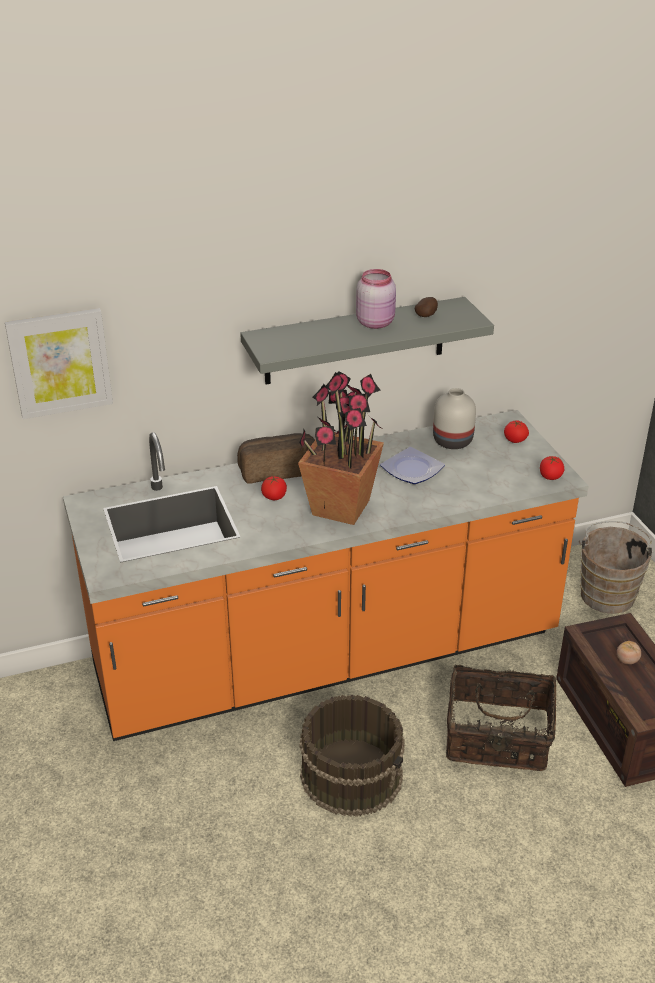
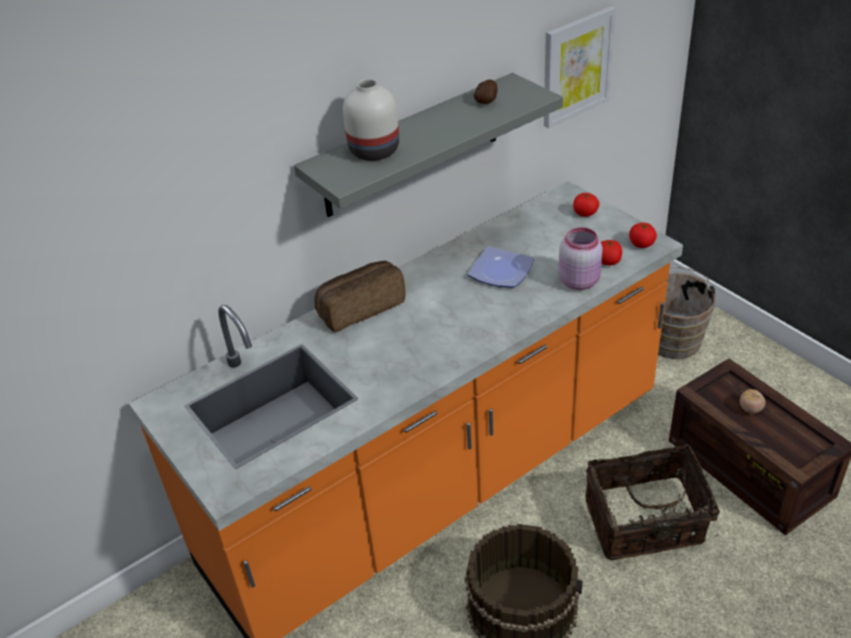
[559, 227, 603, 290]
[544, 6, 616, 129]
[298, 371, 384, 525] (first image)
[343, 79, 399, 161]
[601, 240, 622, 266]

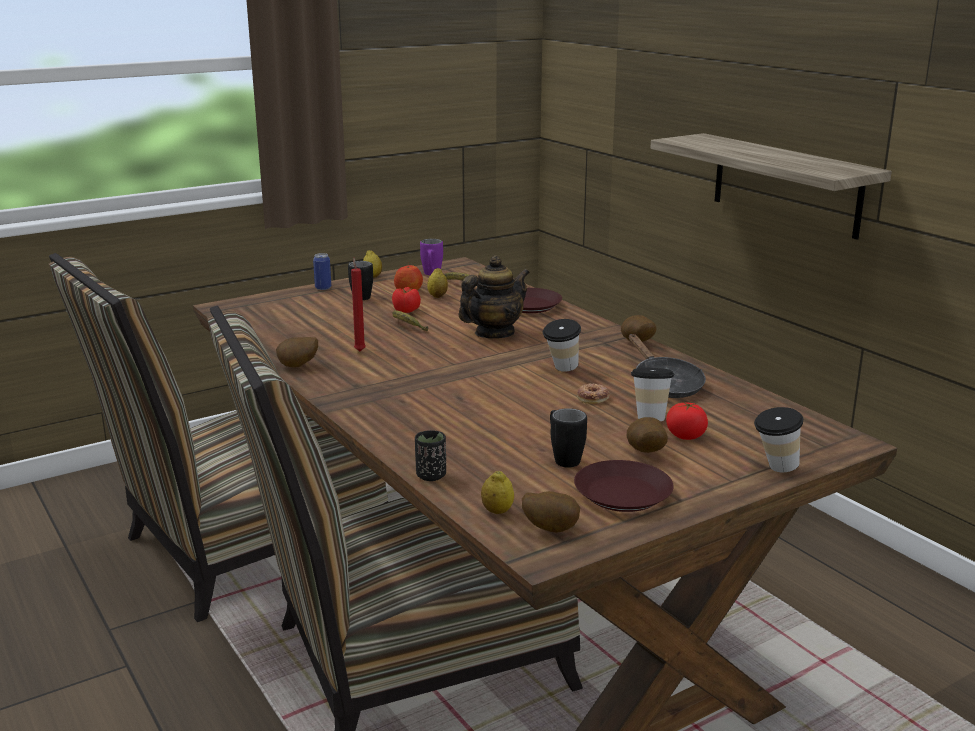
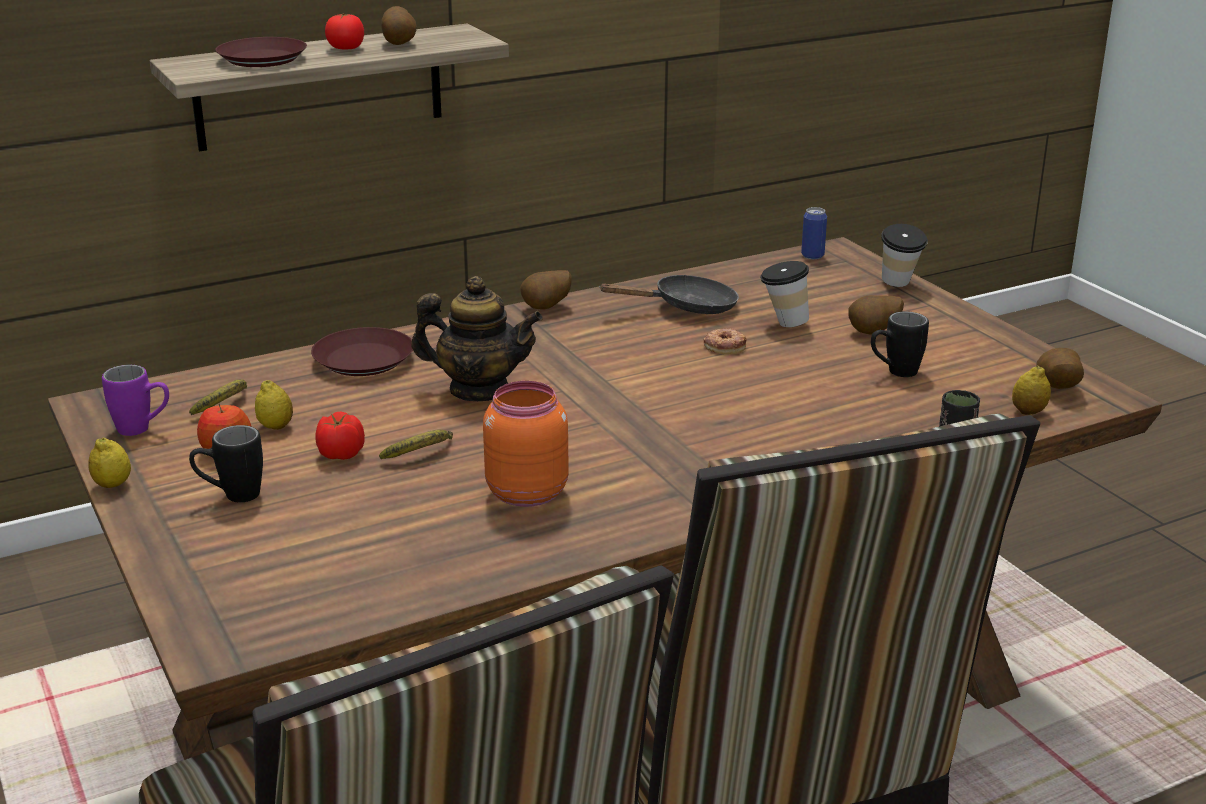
[801, 207, 827, 259]
[411, 276, 543, 401]
[483, 381, 569, 507]
[543, 319, 581, 372] (first image)
[381, 6, 417, 45]
[325, 13, 364, 49]
[215, 37, 307, 67]

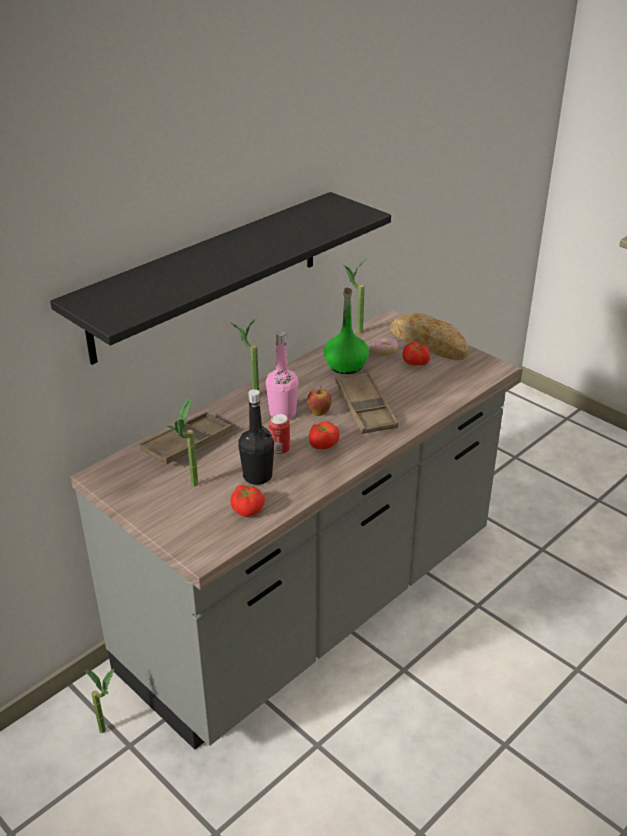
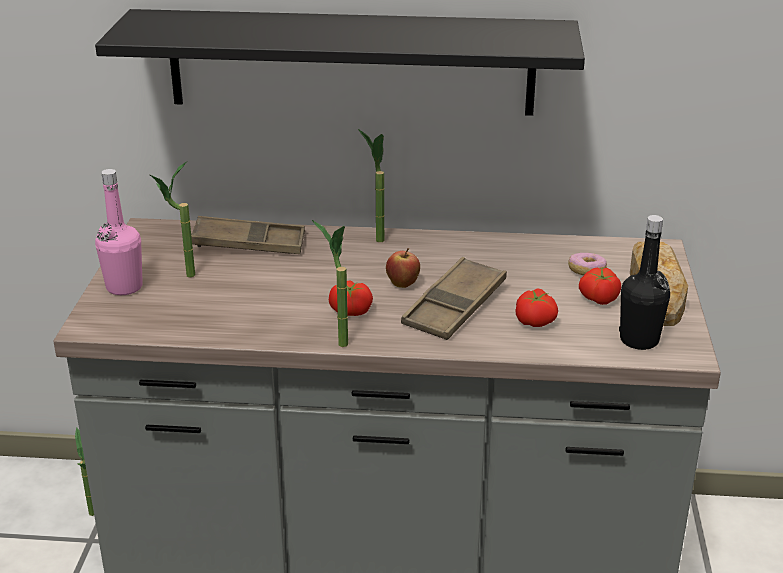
[312, 220, 348, 347]
[324, 288, 369, 374] (first image)
[95, 169, 143, 295]
[619, 215, 670, 350]
[269, 414, 290, 455] (first image)
[515, 289, 558, 327]

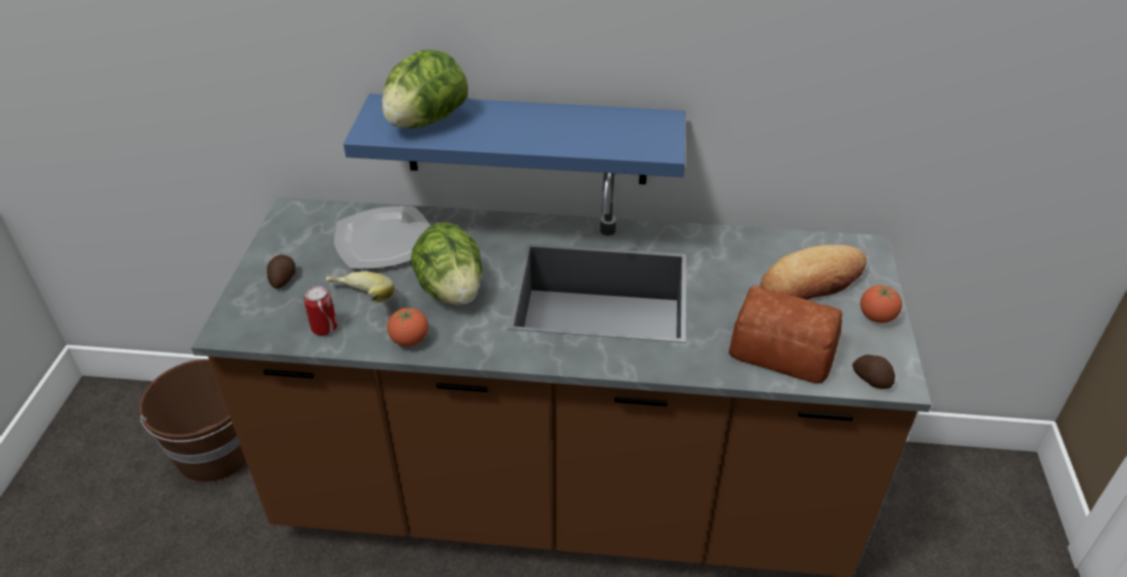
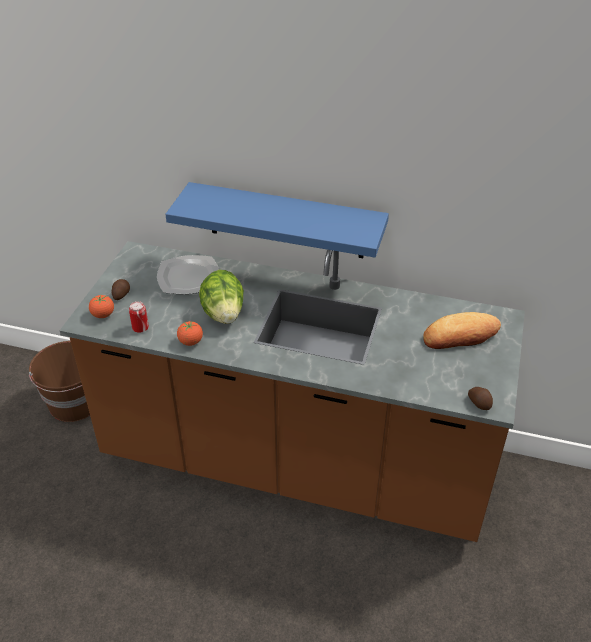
[382, 50, 468, 128] (first image)
[326, 271, 395, 302] (first image)
[728, 285, 843, 383] (first image)
[89, 295, 114, 318]

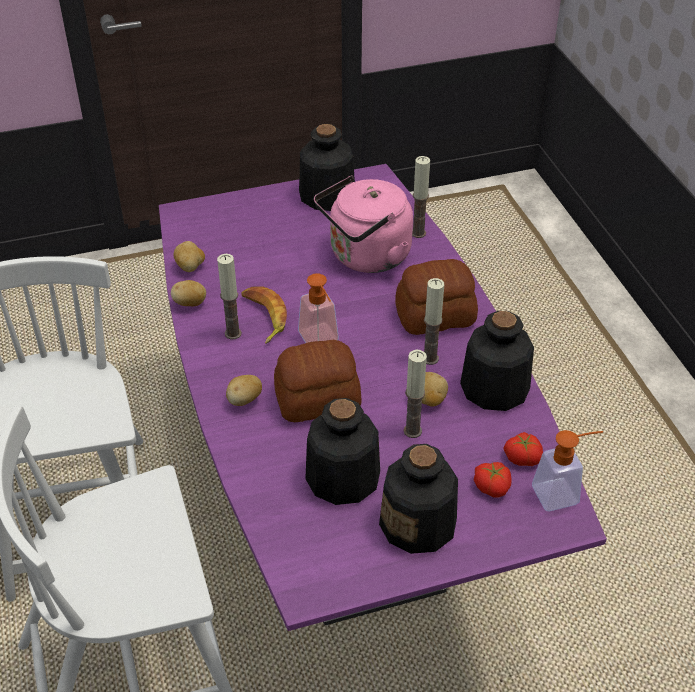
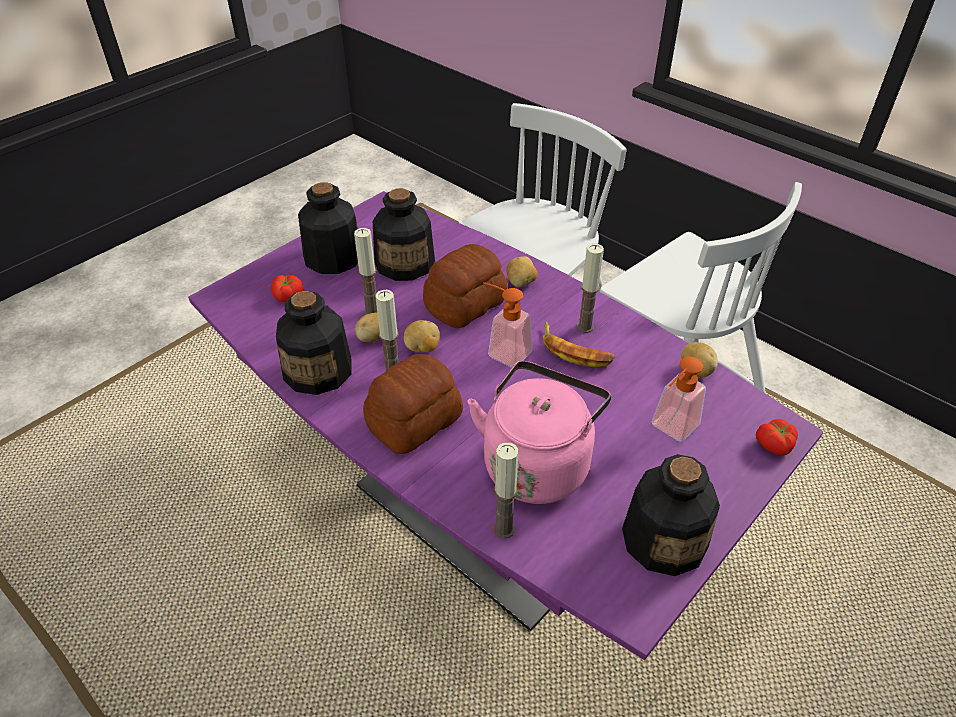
[404, 320, 440, 352]
[652, 357, 706, 442]
[756, 419, 798, 455]

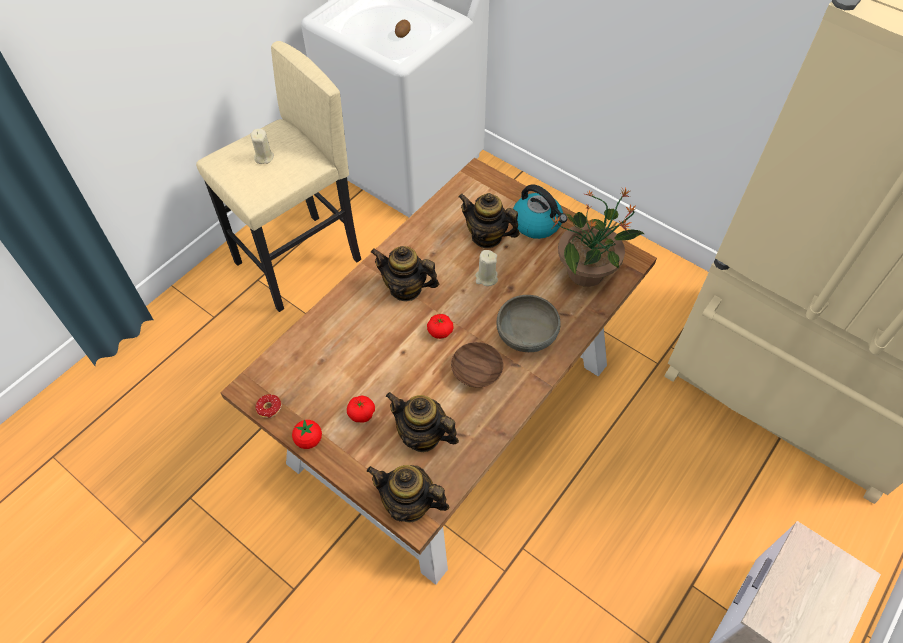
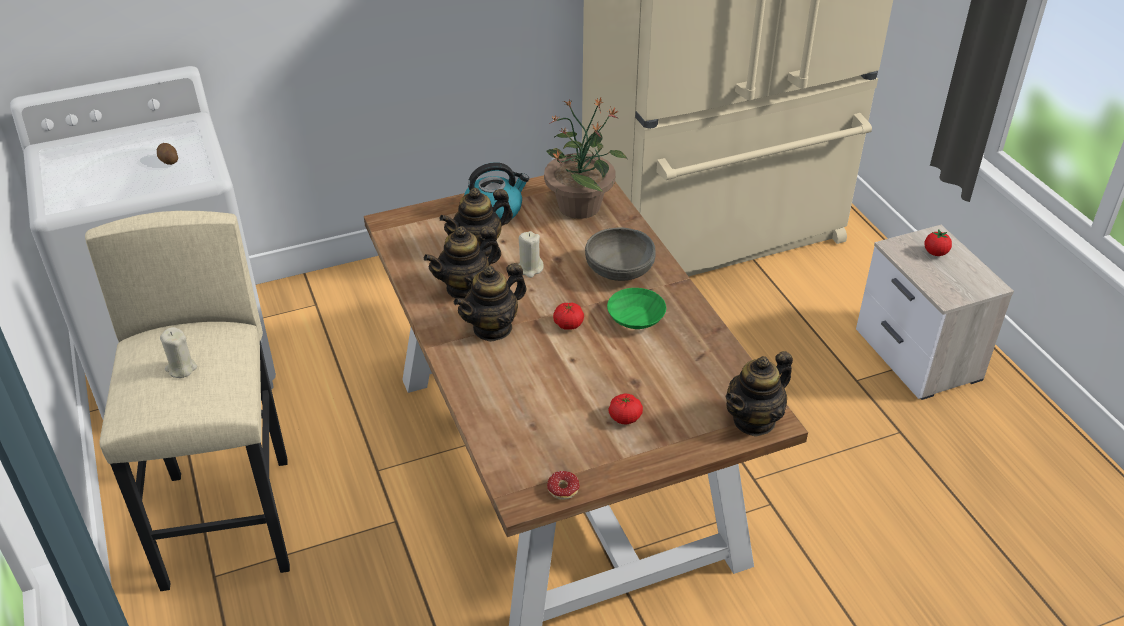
[607, 288, 666, 329]
[424, 226, 501, 300]
[925, 229, 952, 256]

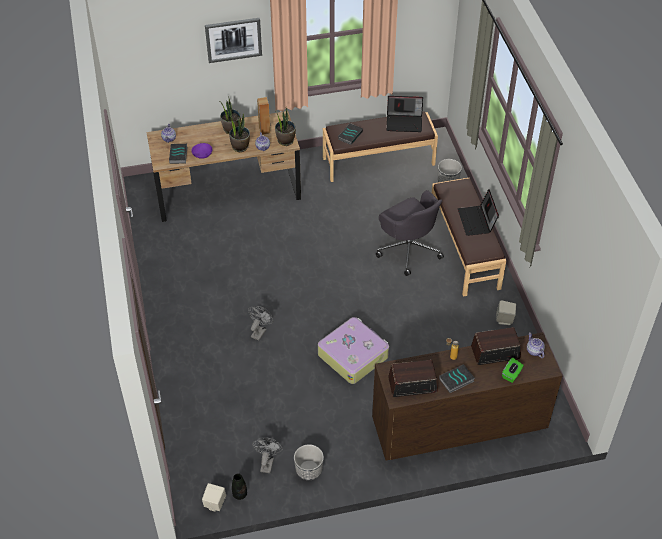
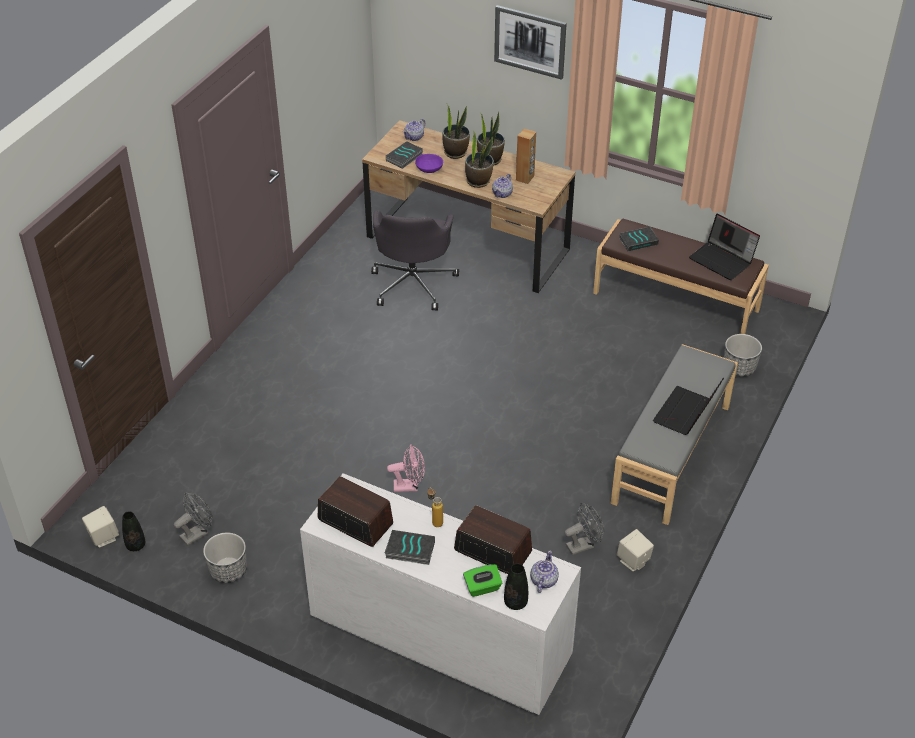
[442, 104, 470, 159]
[611, 344, 738, 525]
[371, 210, 459, 311]
[565, 503, 604, 555]
[387, 444, 425, 492]
[300, 473, 581, 715]
[504, 563, 528, 610]

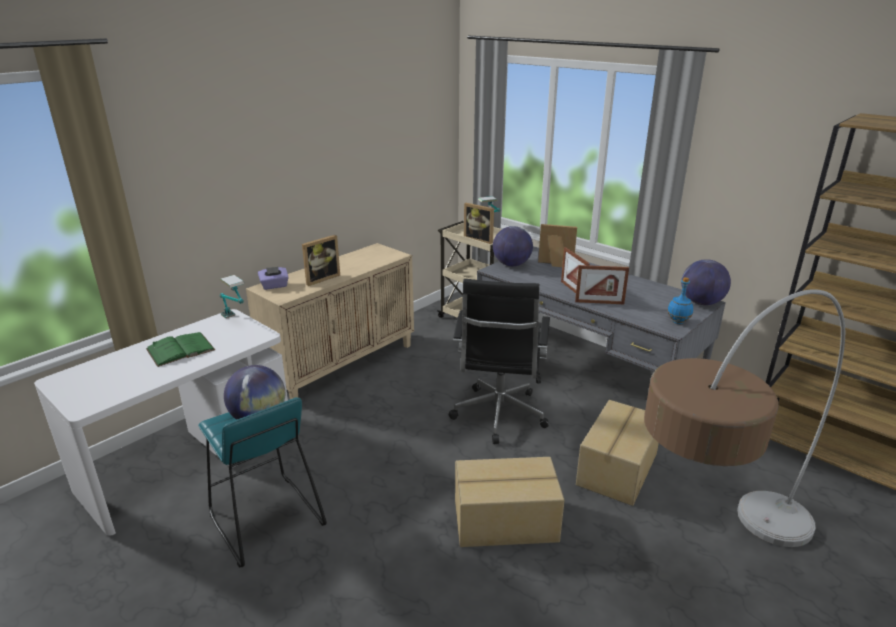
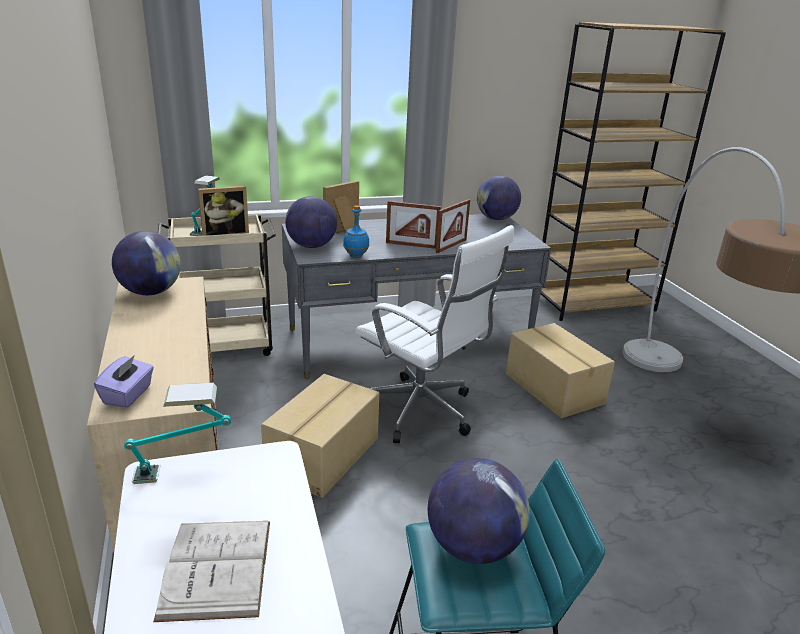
[302, 235, 340, 286] (first image)
[343, 205, 369, 258]
[355, 225, 514, 443]
[153, 521, 270, 622]
[261, 374, 379, 498]
[112, 231, 181, 295]

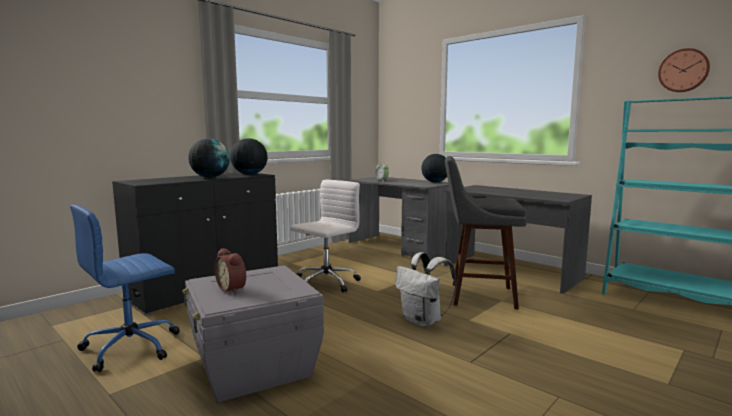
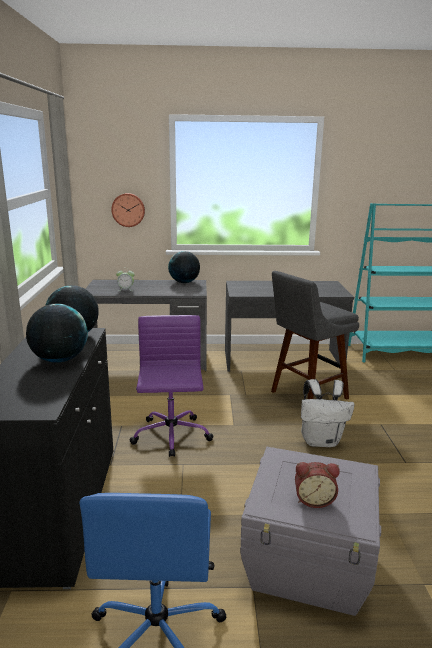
[111, 193, 145, 227]
[129, 315, 213, 457]

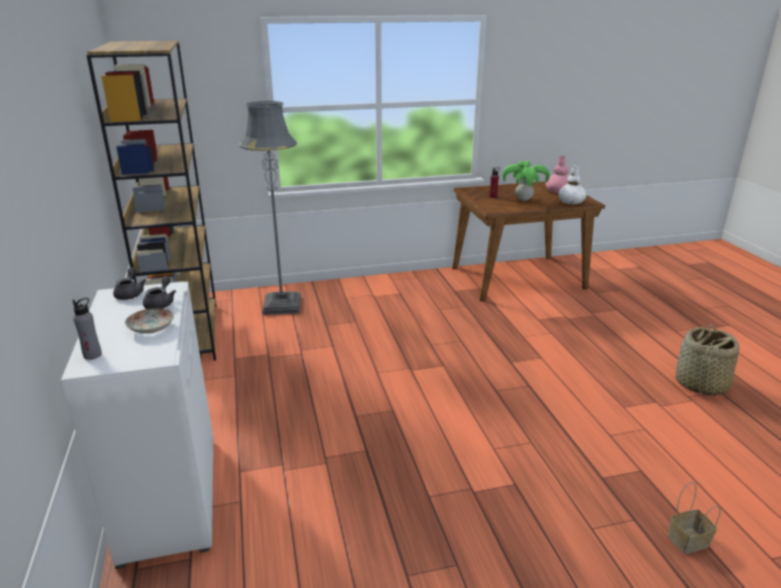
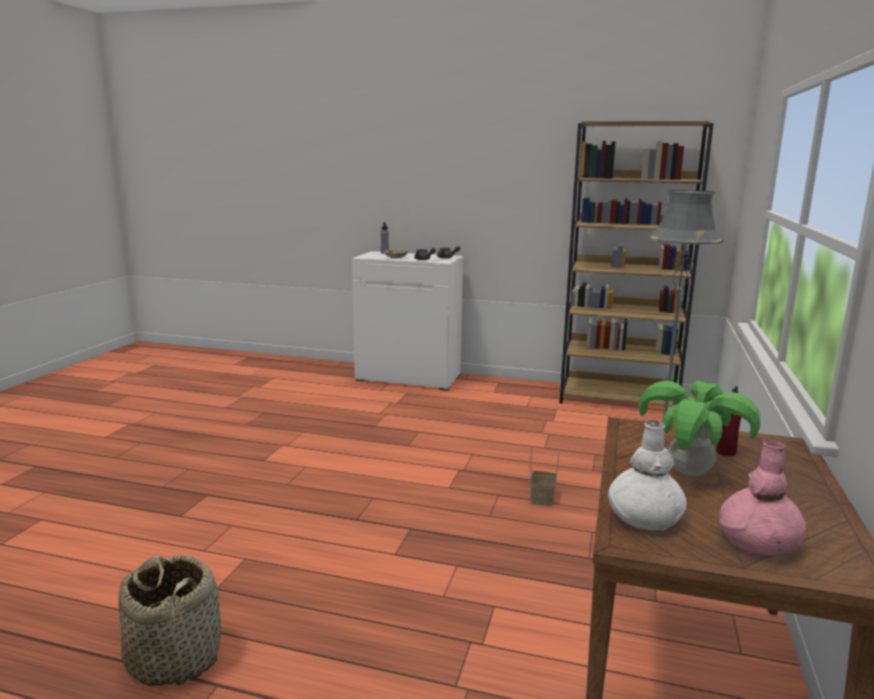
[530, 446, 560, 506]

